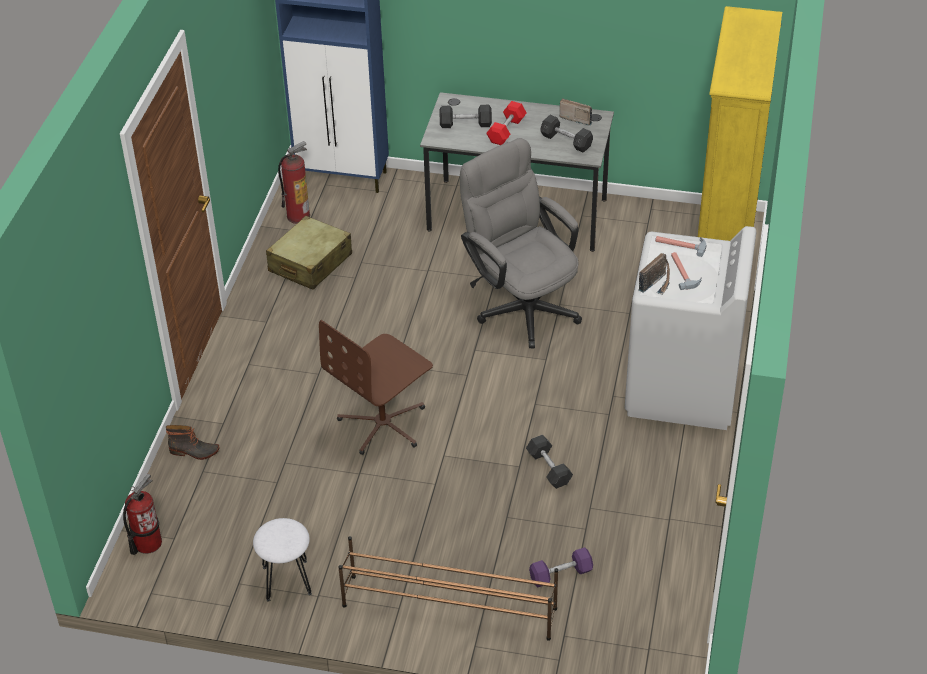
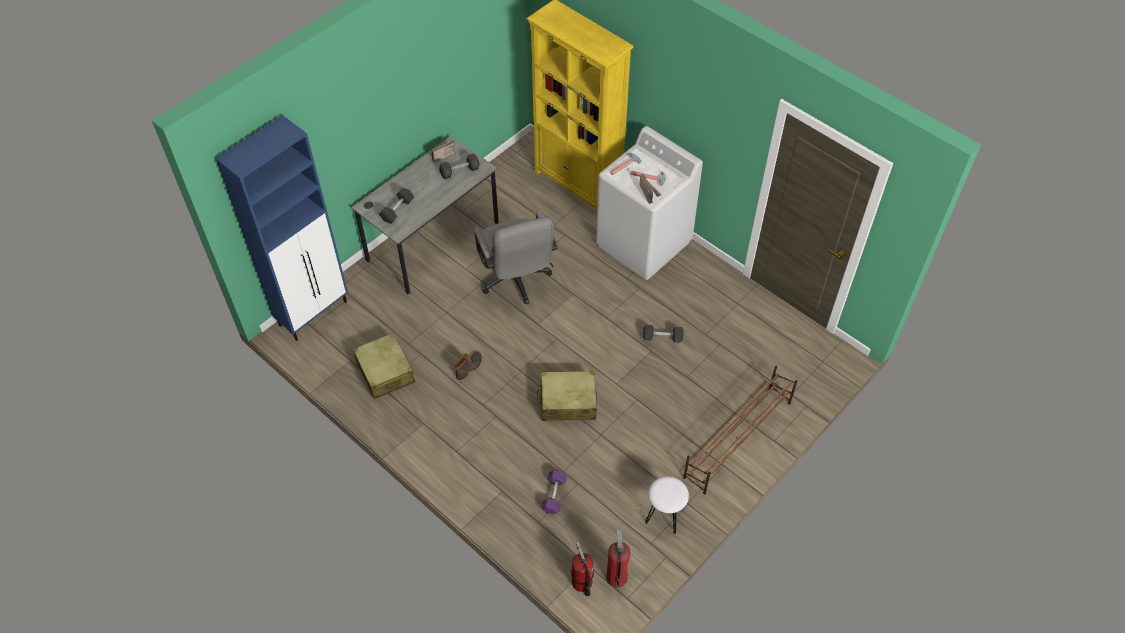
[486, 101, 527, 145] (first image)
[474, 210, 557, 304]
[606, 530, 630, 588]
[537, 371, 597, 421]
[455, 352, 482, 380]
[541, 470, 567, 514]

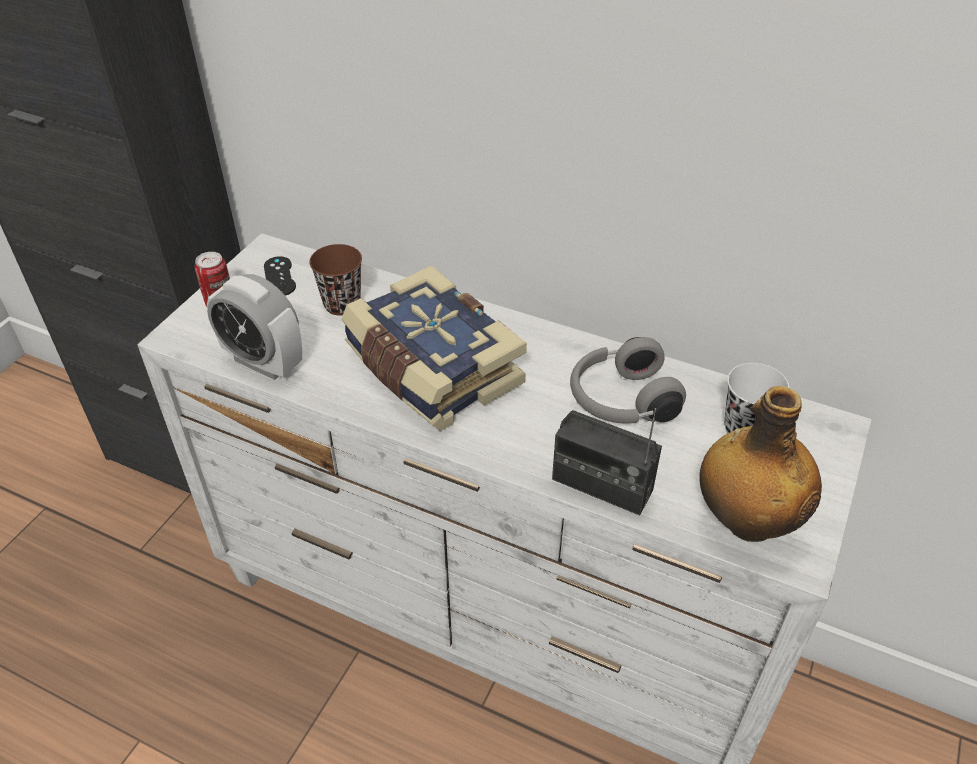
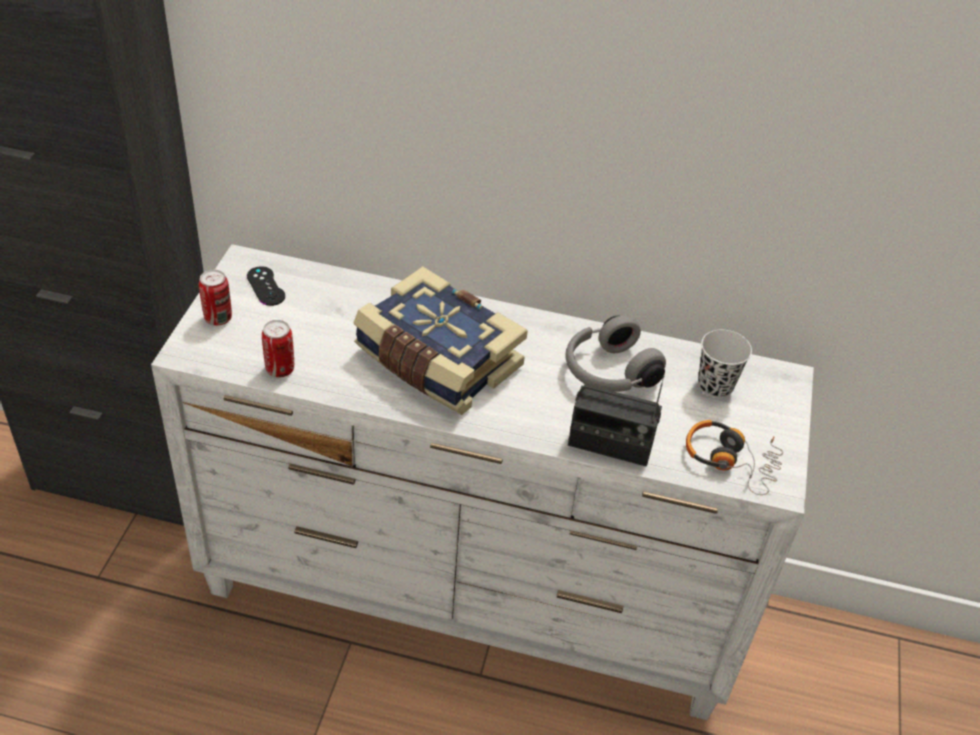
[309, 244, 362, 316] (first image)
[262, 320, 294, 377]
[686, 420, 783, 495]

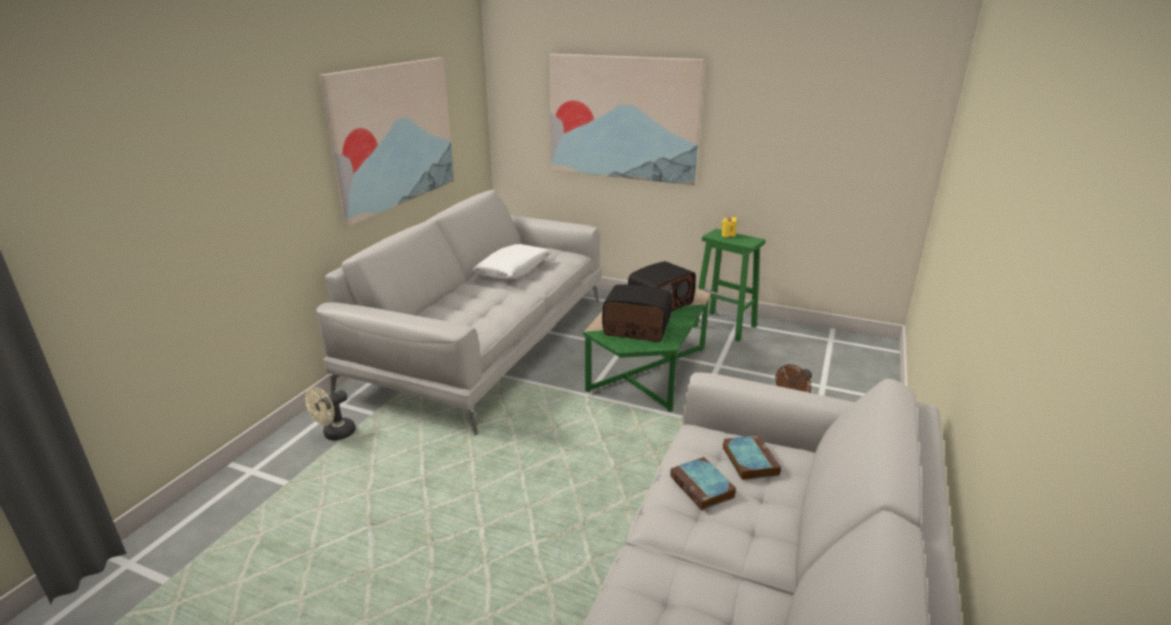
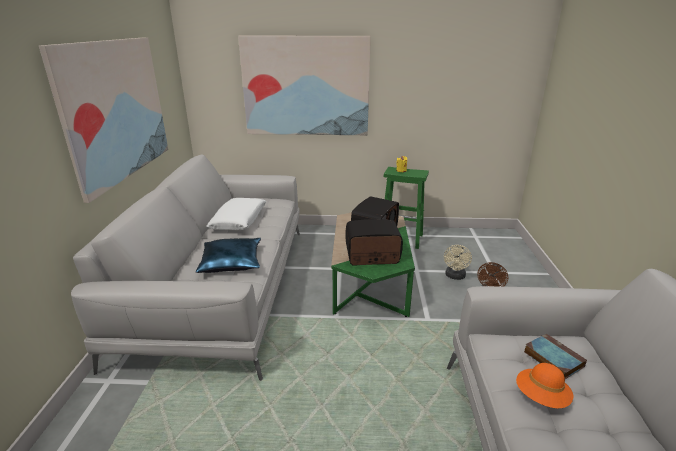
[444, 245, 472, 280]
[516, 363, 573, 409]
[196, 238, 261, 273]

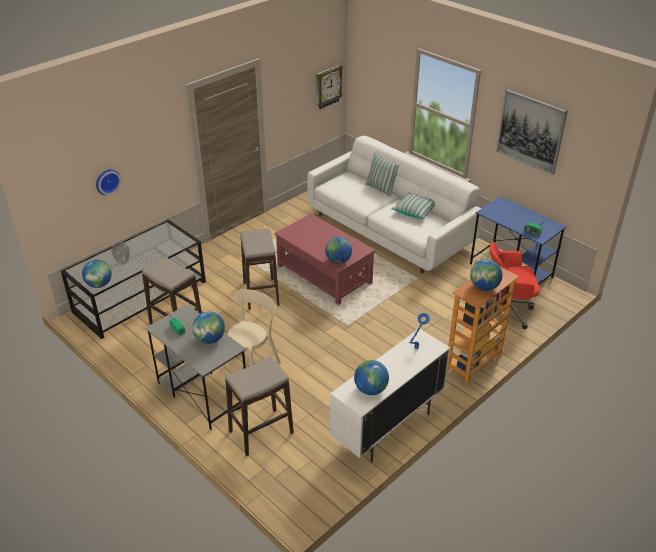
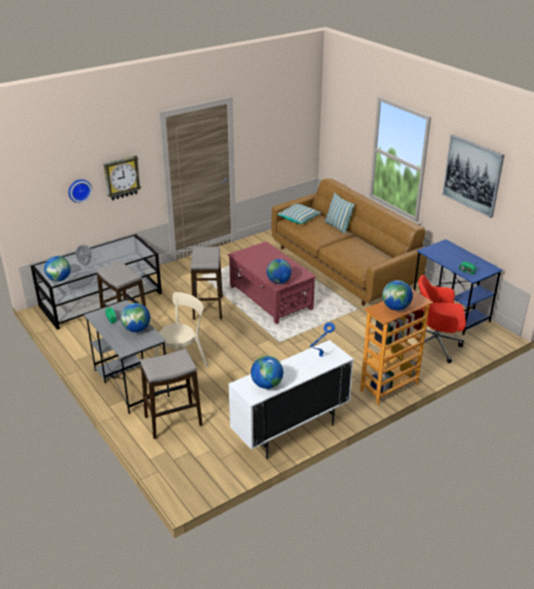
[103, 156, 141, 200]
[272, 178, 427, 306]
[277, 204, 321, 224]

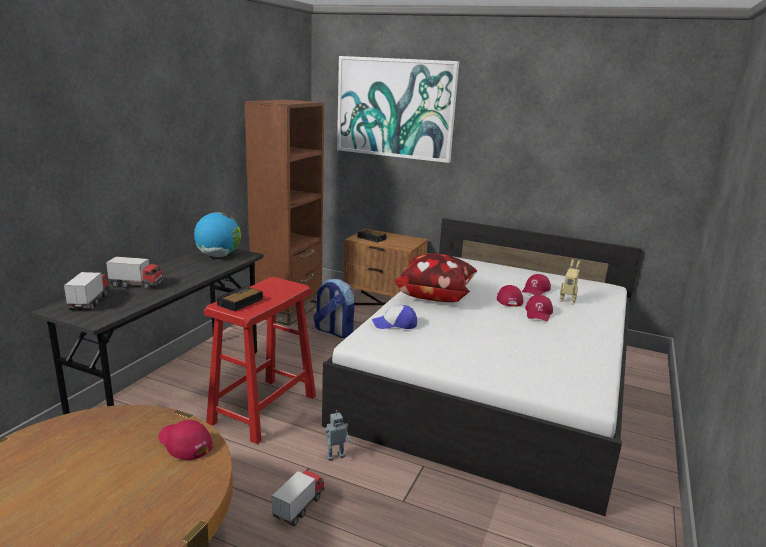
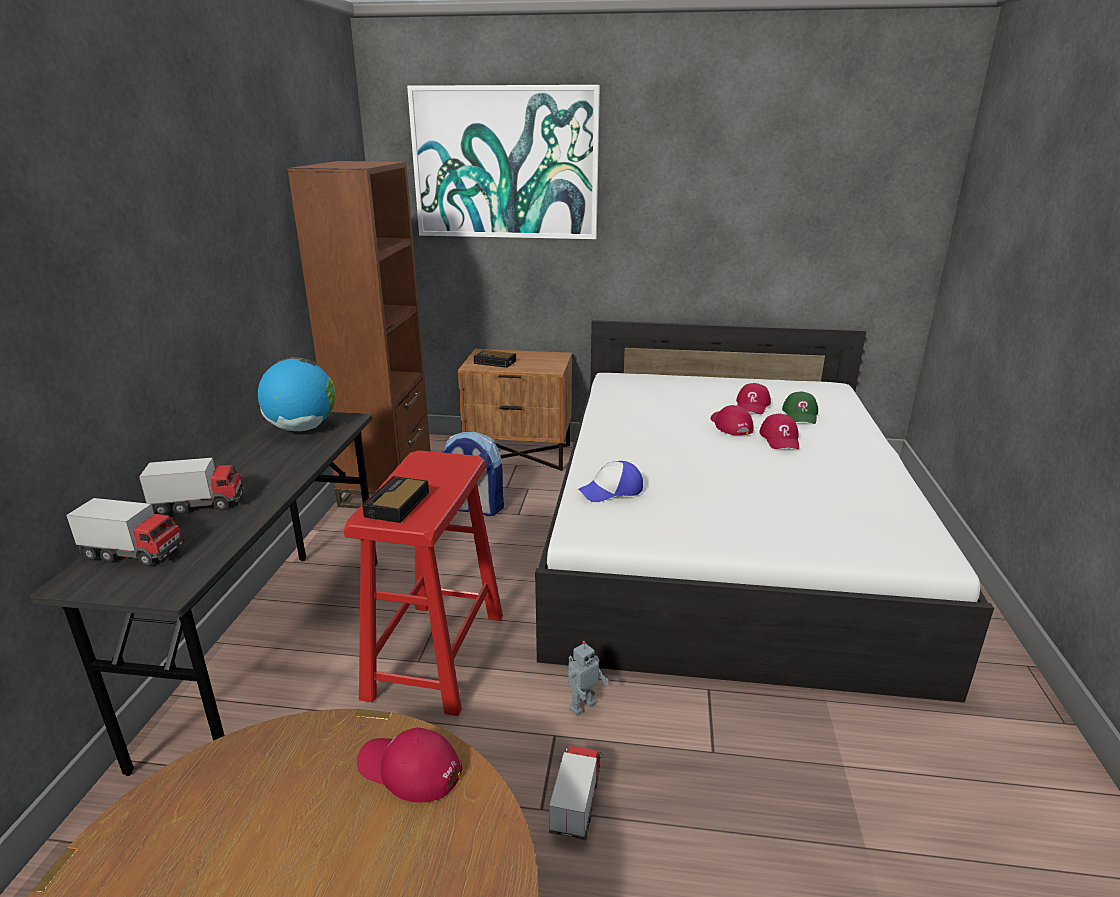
[393, 253, 477, 302] (first image)
[782, 392, 818, 424]
[66, 498, 185, 566]

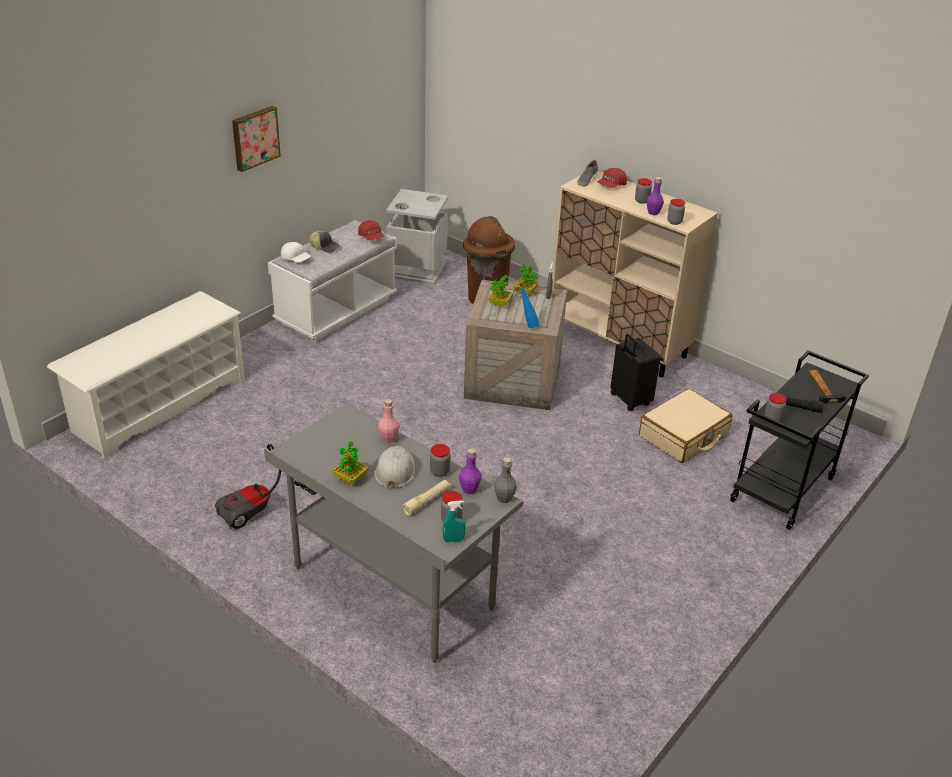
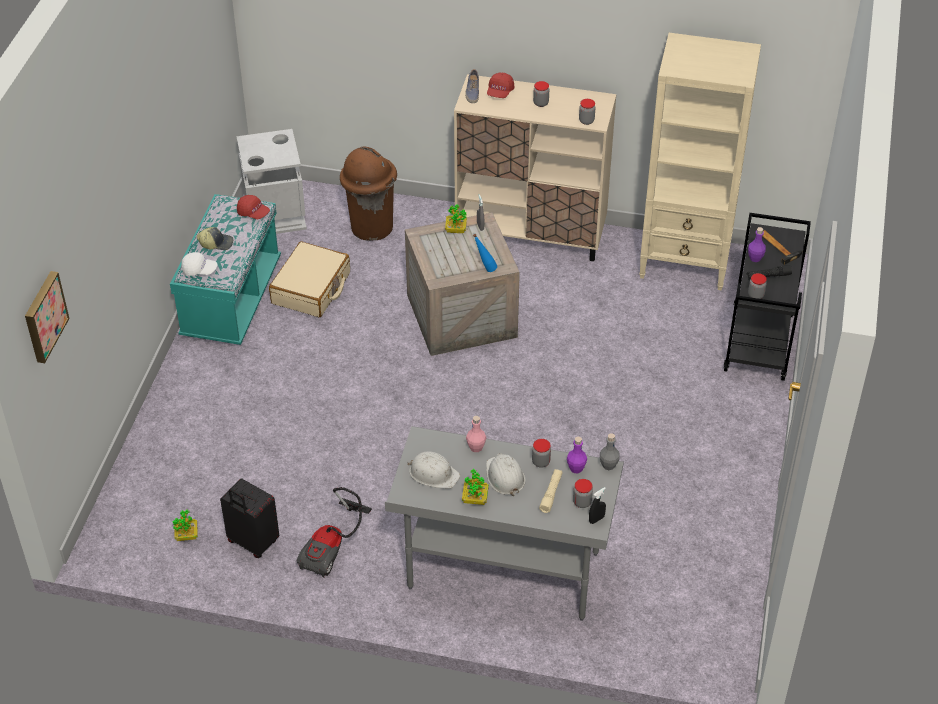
[25, 271, 70, 363]
[748, 227, 766, 262]
[170, 194, 281, 345]
[173, 509, 198, 541]
[47, 291, 245, 459] (first image)
[220, 478, 279, 558]
[269, 242, 350, 317]
[589, 487, 606, 524]
[639, 33, 761, 290]
[407, 451, 460, 489]

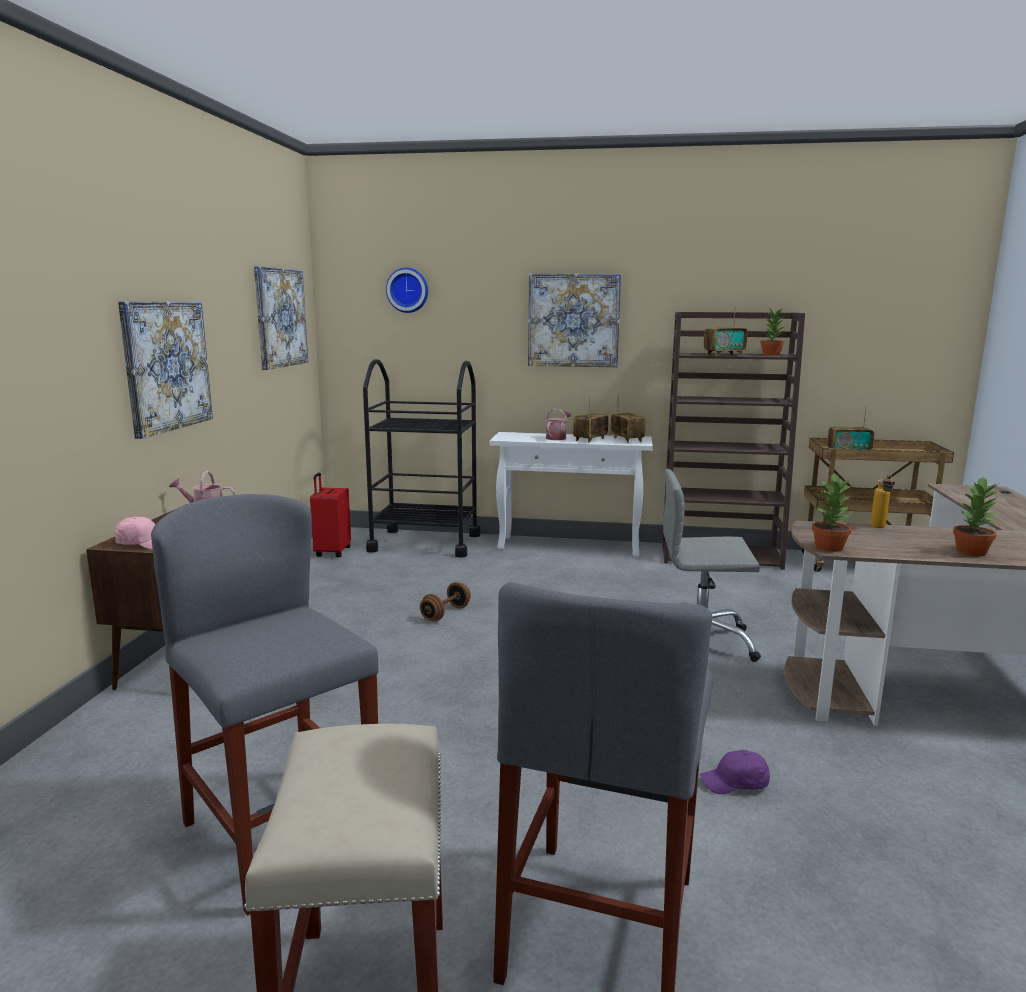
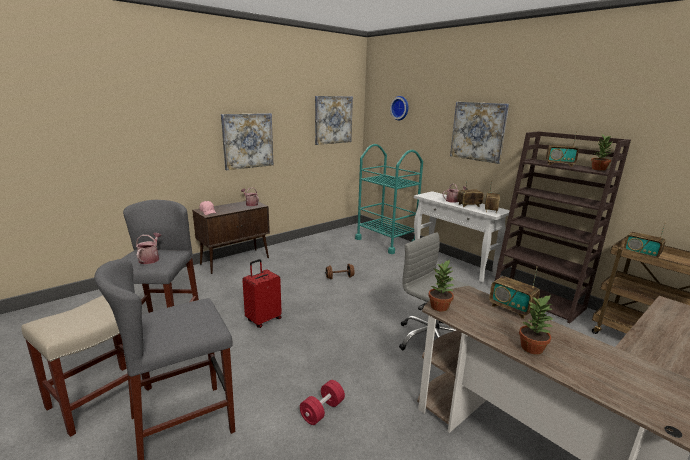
[355, 144, 423, 254]
[242, 259, 282, 328]
[489, 266, 540, 319]
[300, 380, 345, 425]
[136, 233, 161, 264]

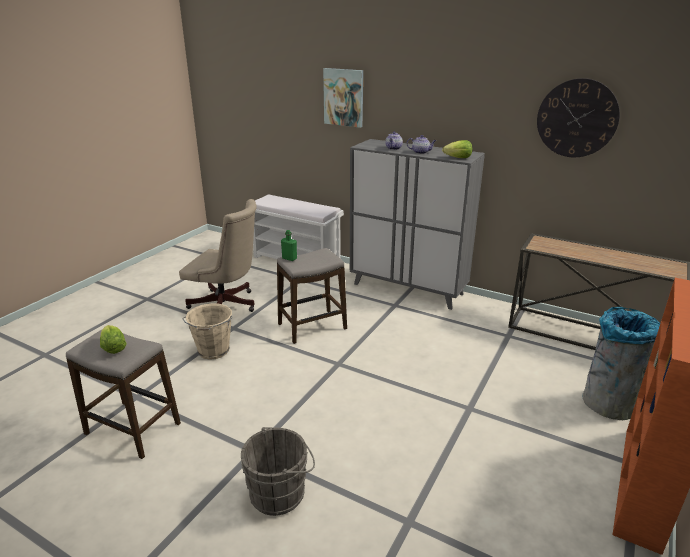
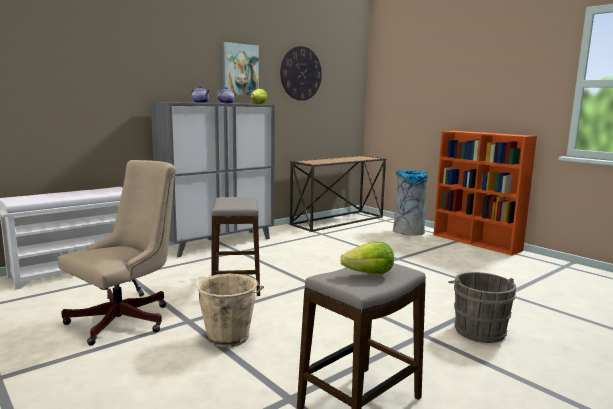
[223, 42, 259, 96]
[281, 230, 297, 261] (first image)

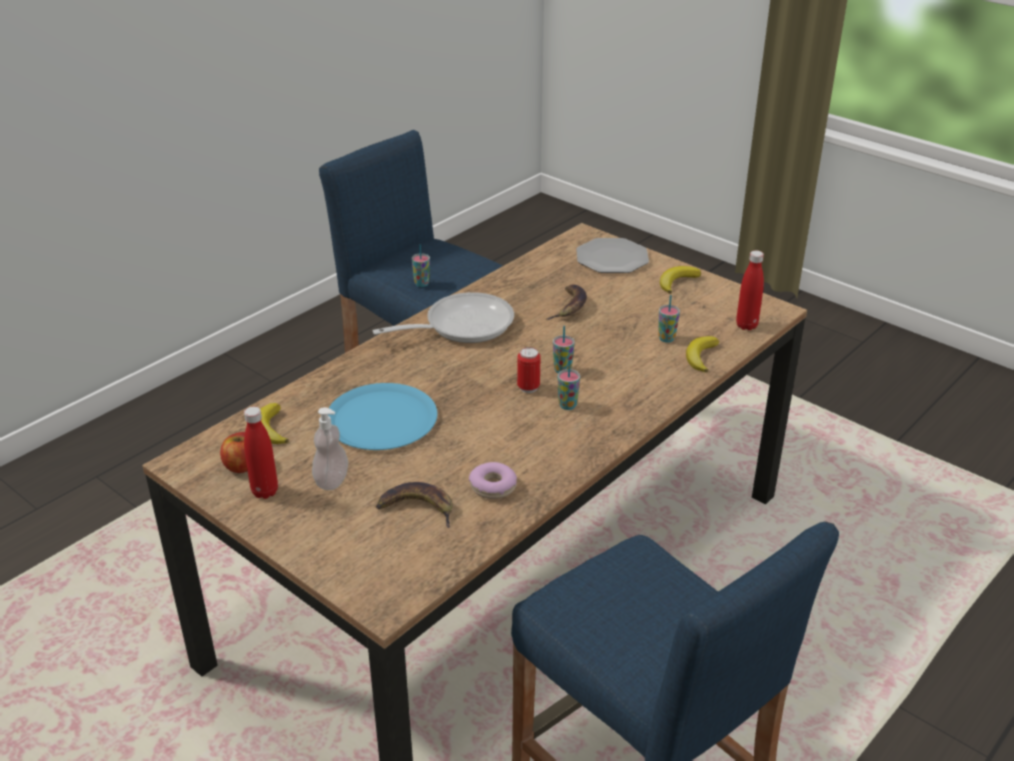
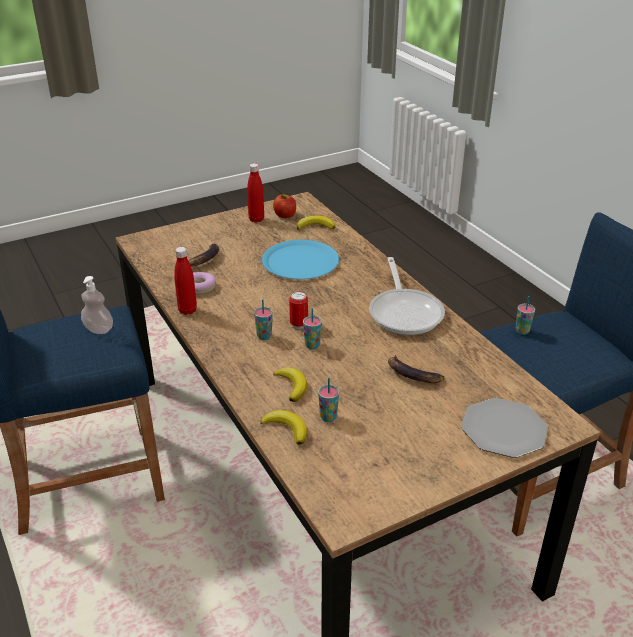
[174, 247, 197, 315]
[273, 367, 307, 402]
[81, 276, 113, 334]

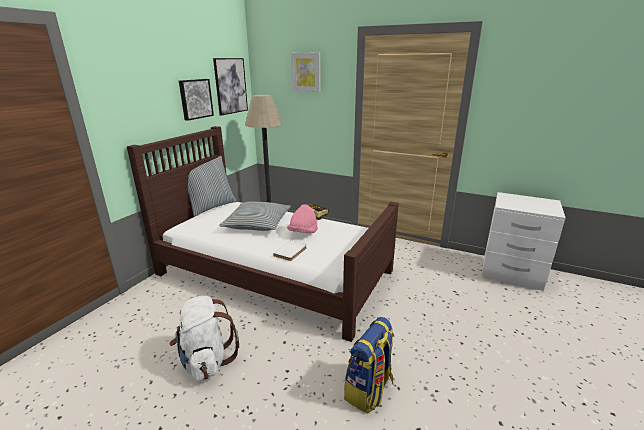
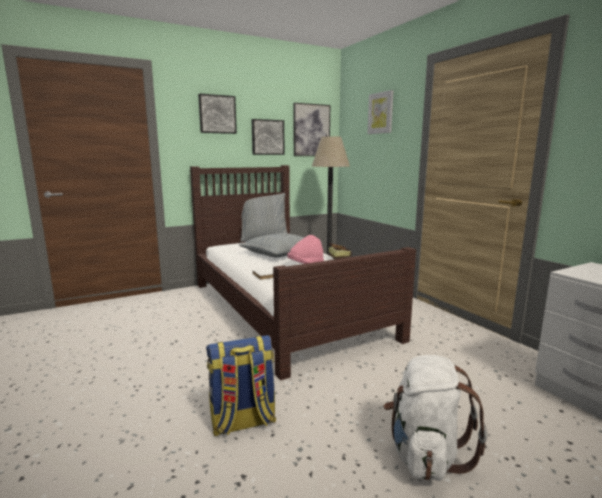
[383, 355, 487, 481]
[198, 93, 237, 134]

